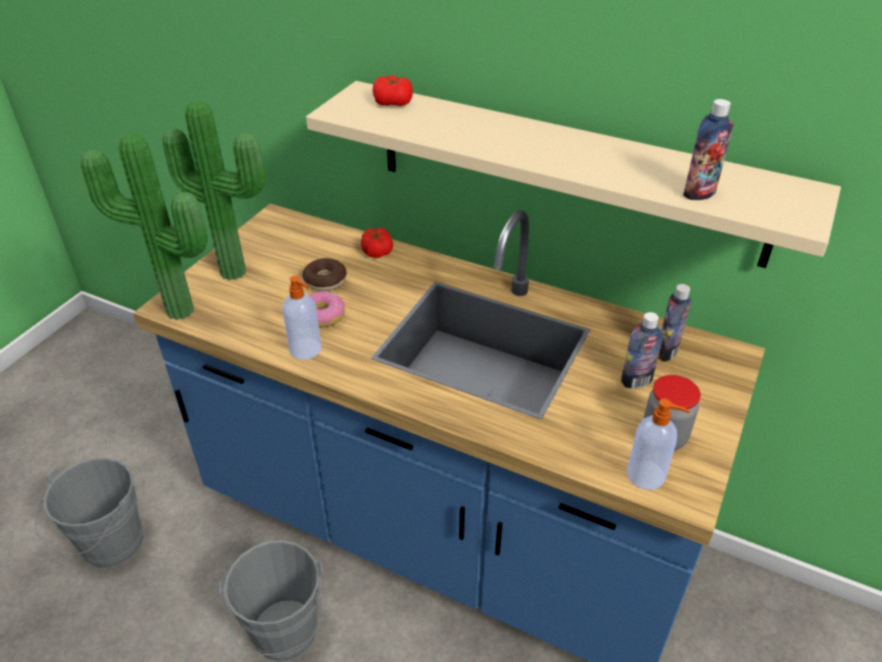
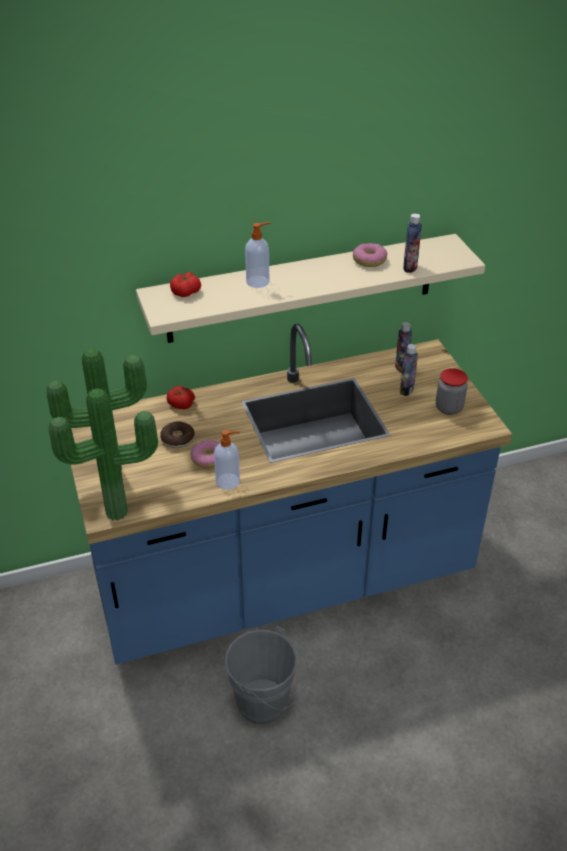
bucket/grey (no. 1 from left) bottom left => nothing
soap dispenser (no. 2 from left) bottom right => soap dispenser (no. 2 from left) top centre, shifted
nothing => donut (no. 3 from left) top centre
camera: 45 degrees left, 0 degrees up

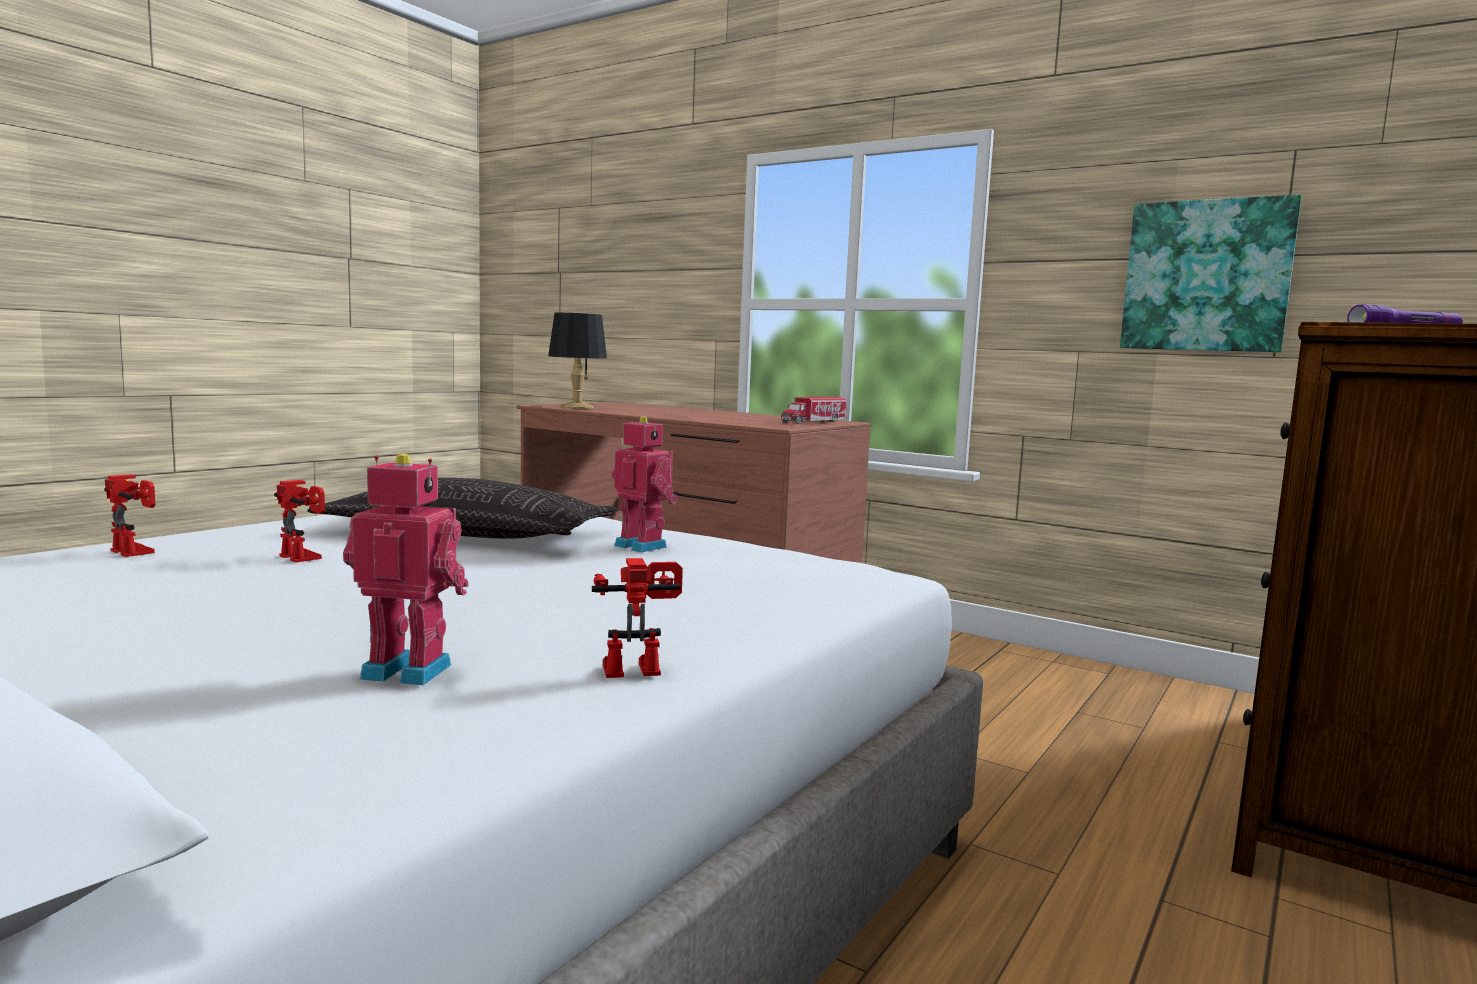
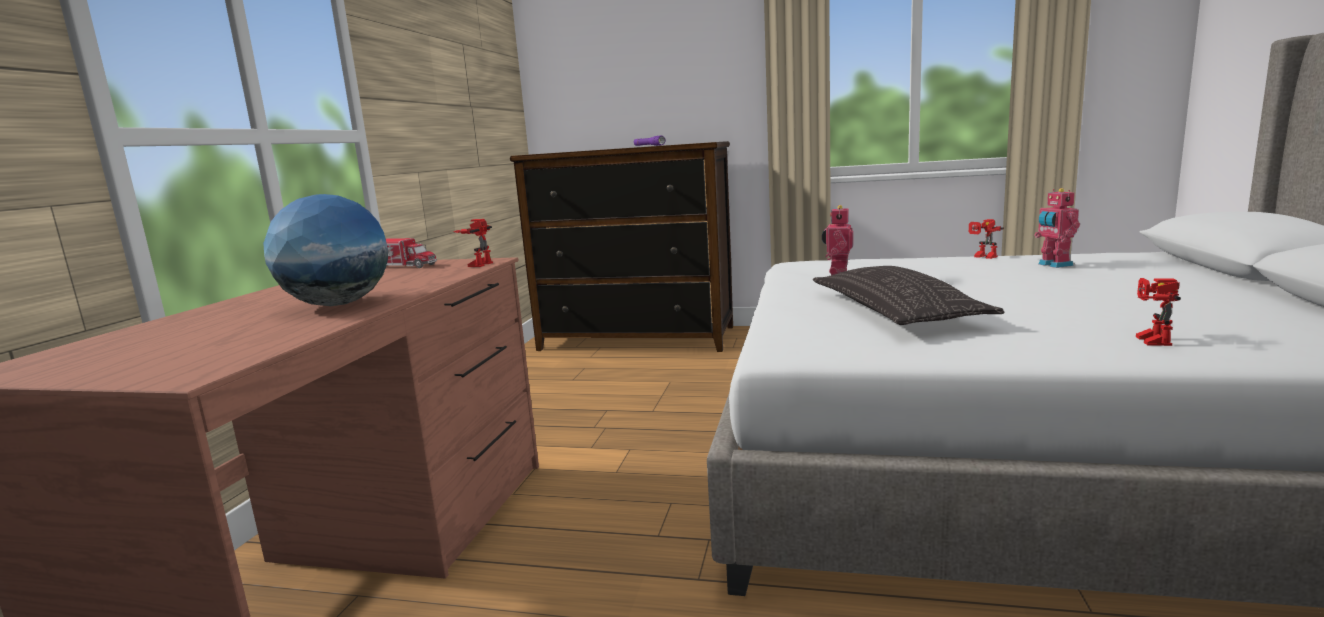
toy robot (no. 2 from left in the first image) middle left => toy robot (no. 1 from left) centre, shifted
table lamp/black centre => nothing
picture top right => nothing
nothing => globe middle left
camera: 110 degrees left, 5 degrees up

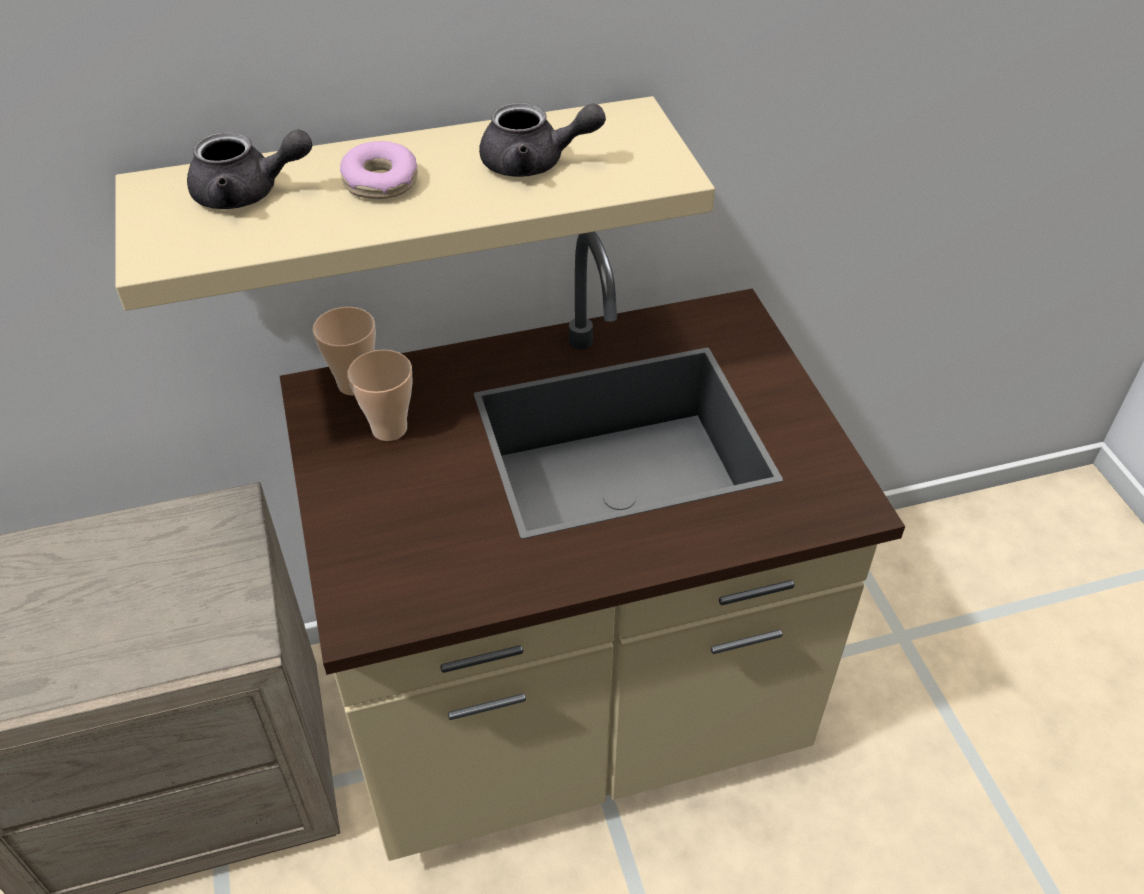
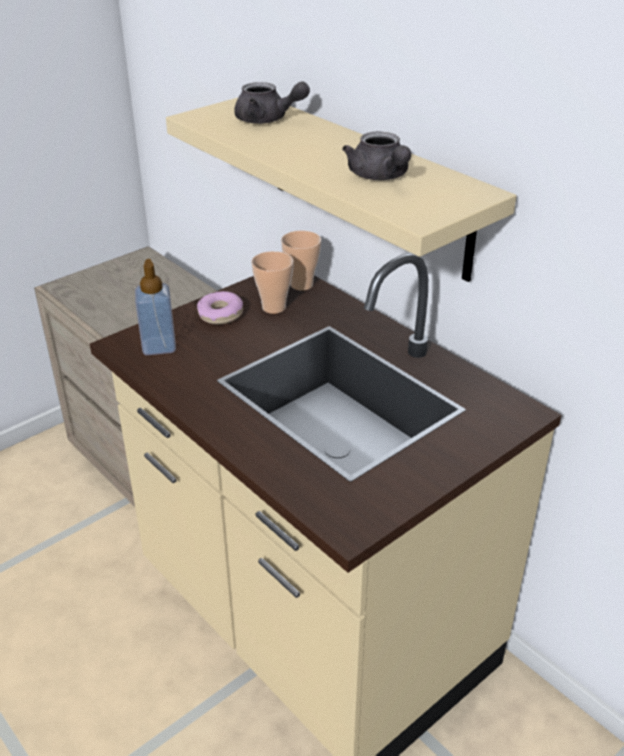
teapot/grey (no. 1 from left) top left => teapot/grey (no. 1 from left) top centre, 45 degrees counterclockwise
donut top left => donut centre, shifted
nothing => soap dispenser middle left
camera: 65 degrees right, 10 degrees down

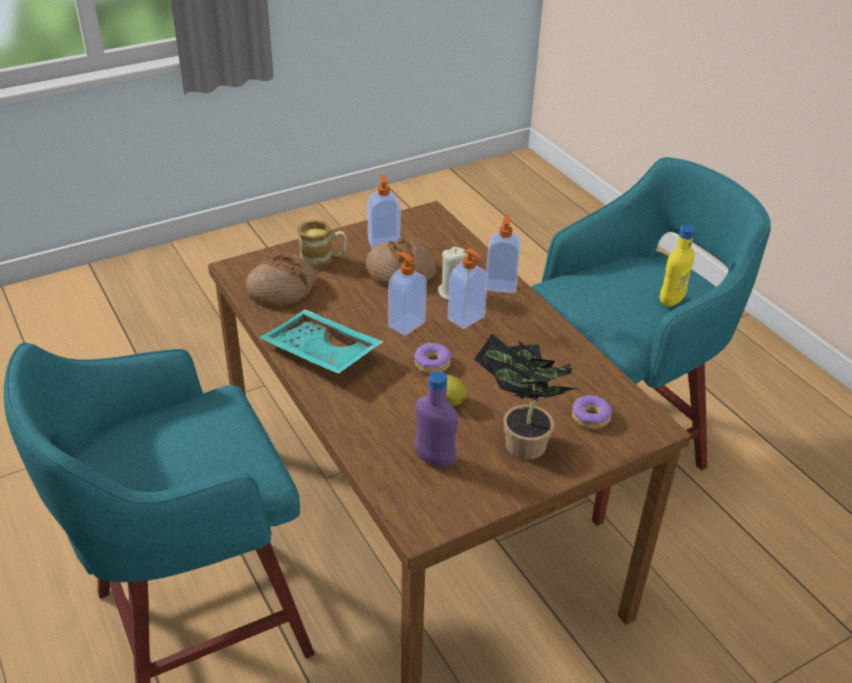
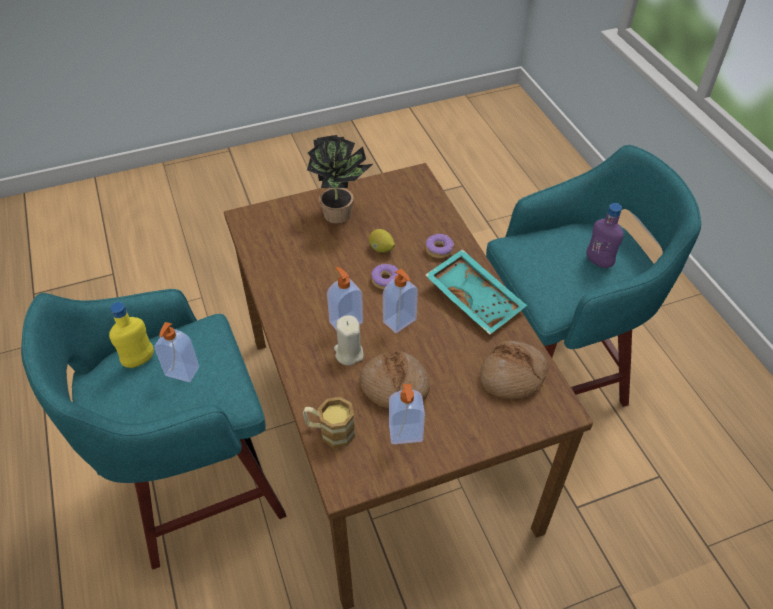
mug centre => mug bottom centre, shifted
bottle/purple centre => bottle/purple middle right, shifted
soap dispenser (no. 4 from left in the first image) centre => soap dispenser (no. 1 from left) middle left, shifted
donut (no. 2 from left) middle right => donut (no. 2 from left) centre, shifted
camera: 170 degrees left, 10 degrees up

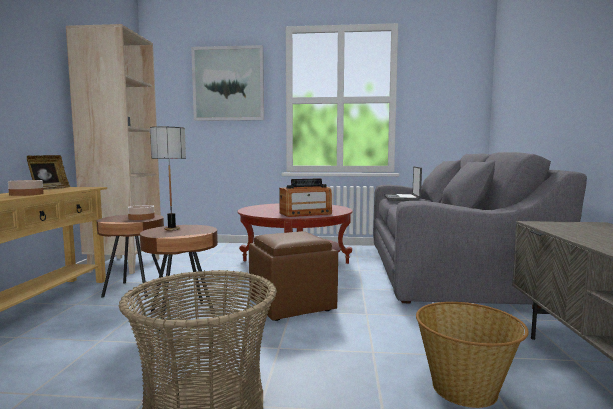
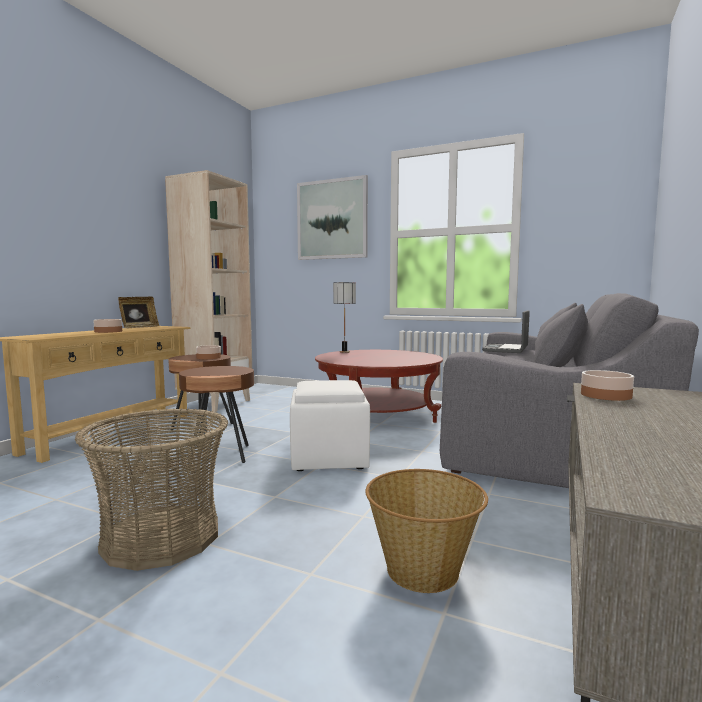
table lamp middle left => table lamp centre, shifted
ottoman/brown bottom centre => ottoman/white centre
radio centre => nothing
nothing => bowl (no. 3 from left) middle right
camera: 20 degrees right, 0 degrees up

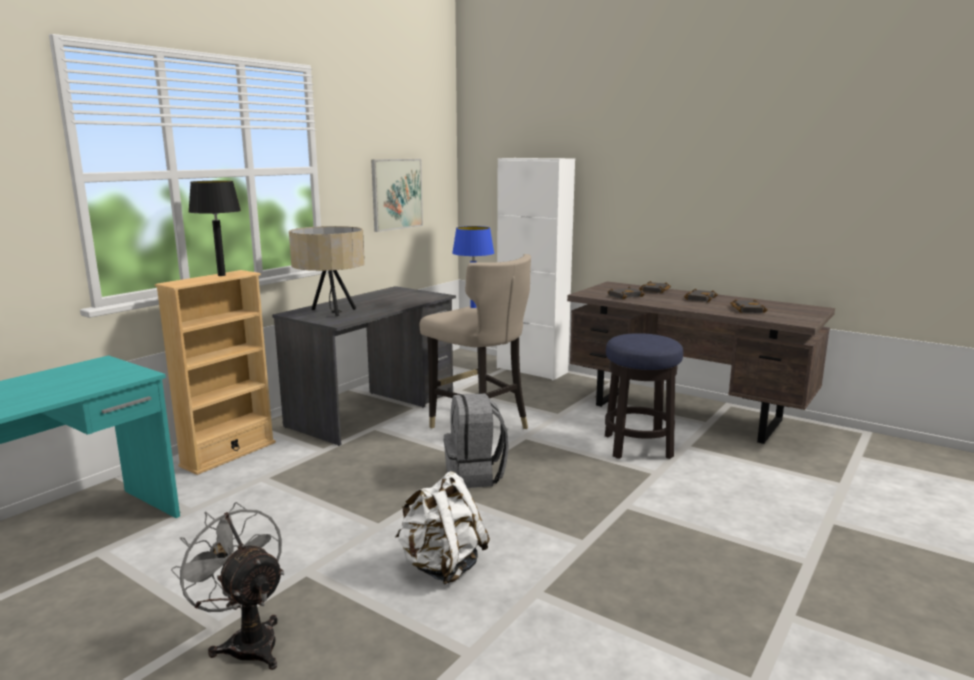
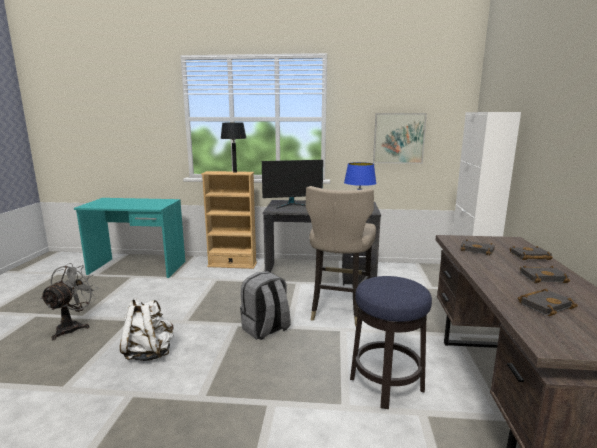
table lamp/beige centre => monitor centre
camera: 60 degrees right, 0 degrees up

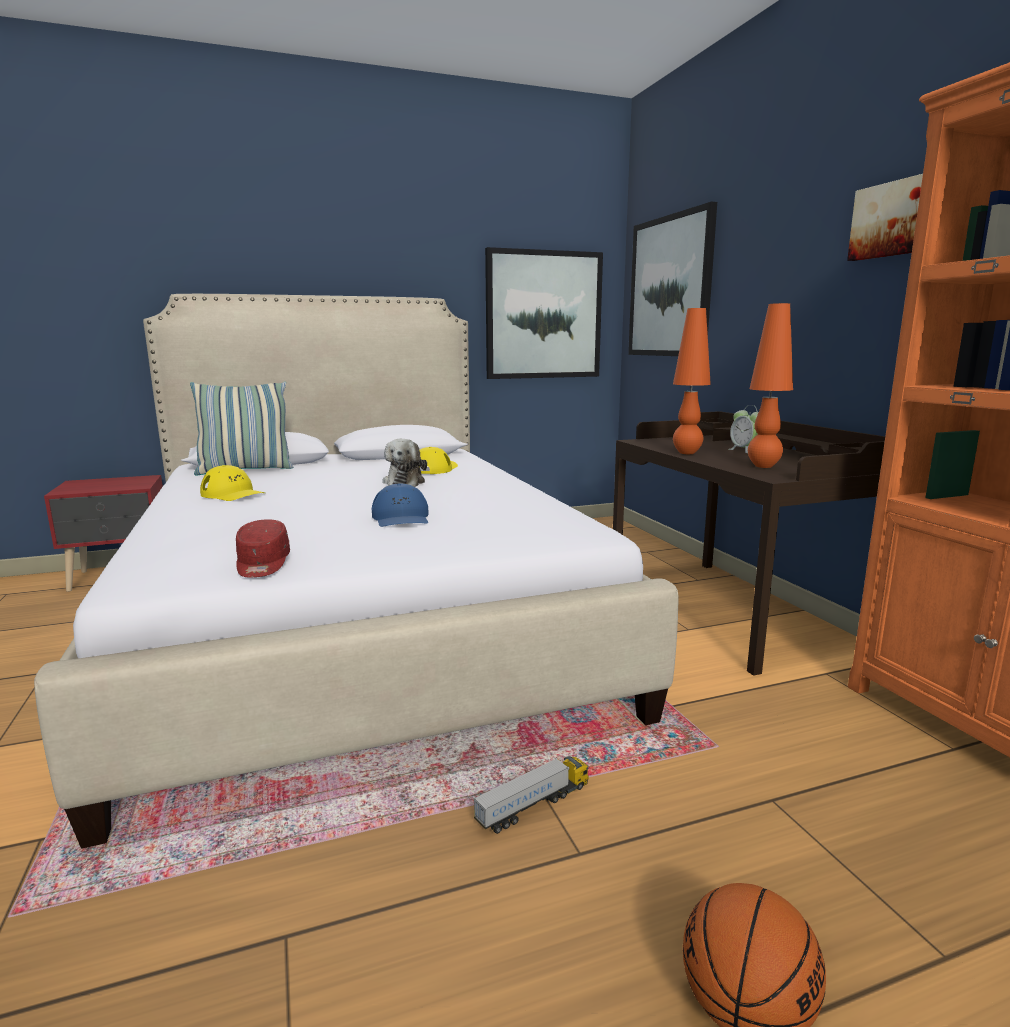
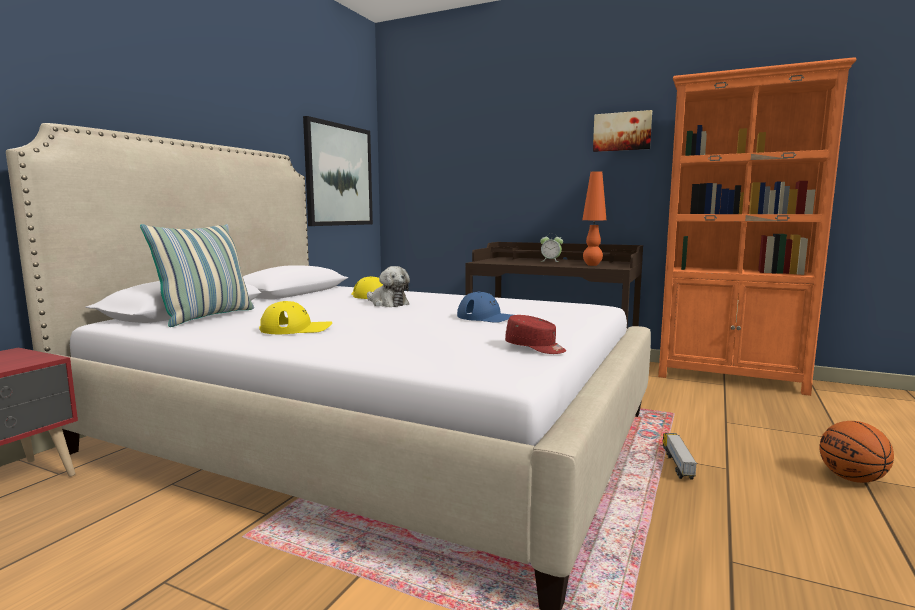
picture (no. 2 from left) top centre => nothing
table lamp/orange (no. 1 from left) middle right => nothing
camera: 45 degrees left, 5 degrees down

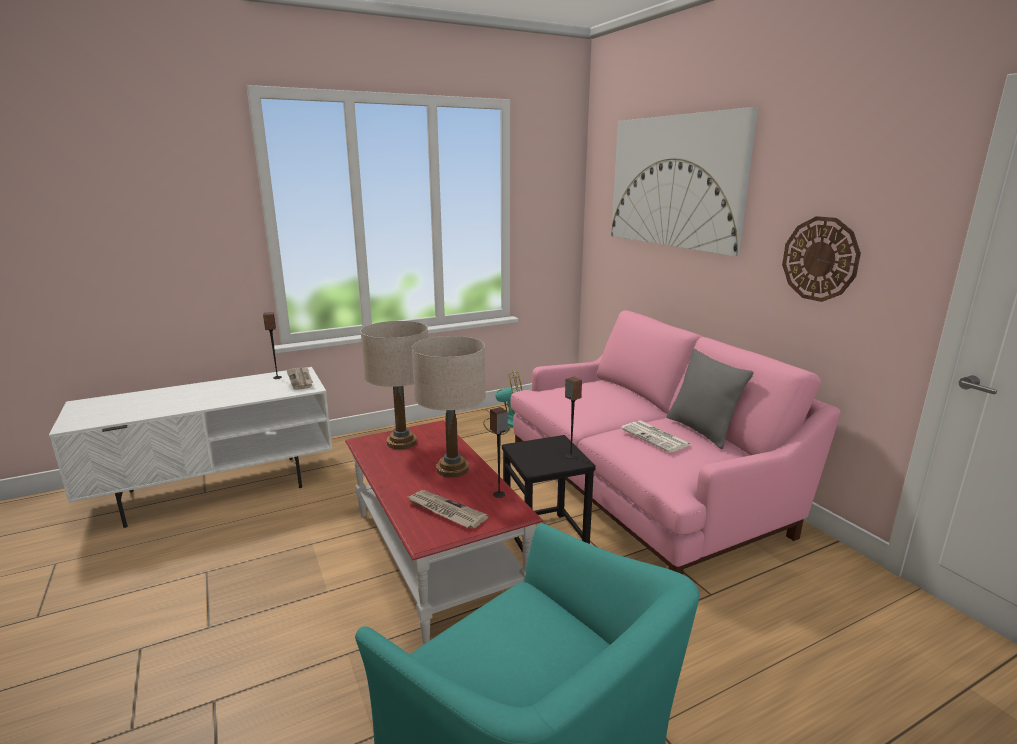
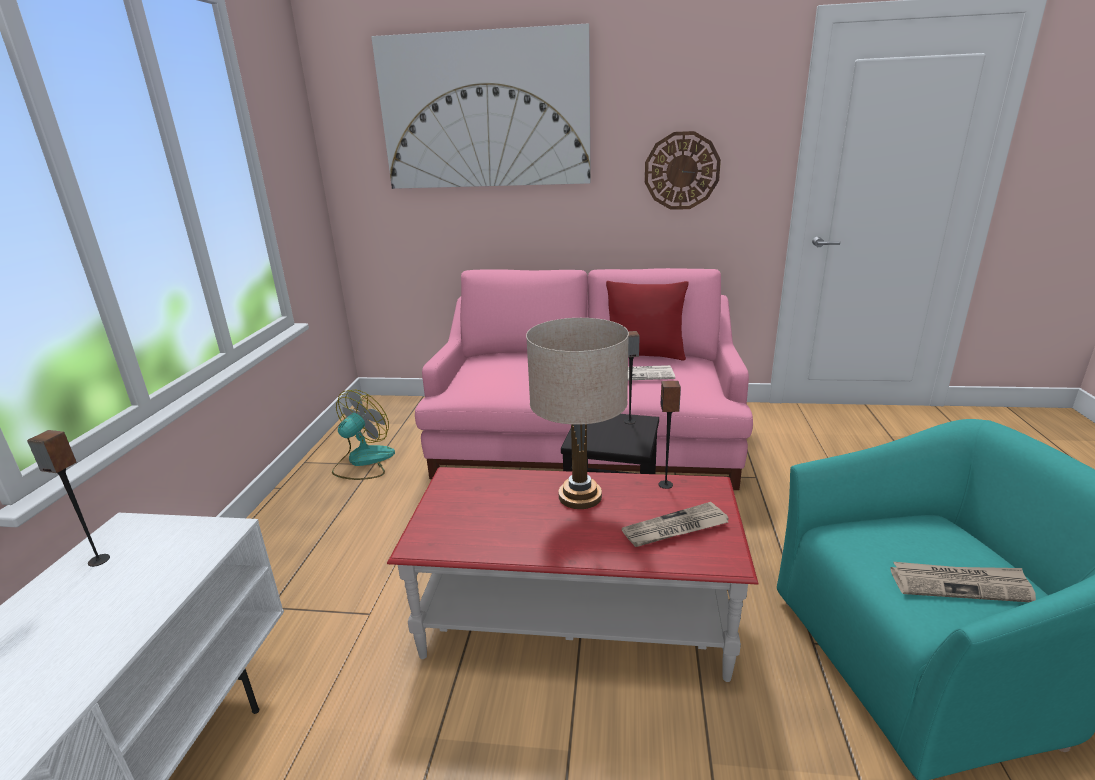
newspaper (no. 1 from left in the first image) middle left => newspaper (no. 3 from left) bottom right, shifted
table lamp/beige (no. 1 from left) centre => nothing
pillow/grey middle right => pillow/red centre
camera: 55 degrees left, 5 degrees up

